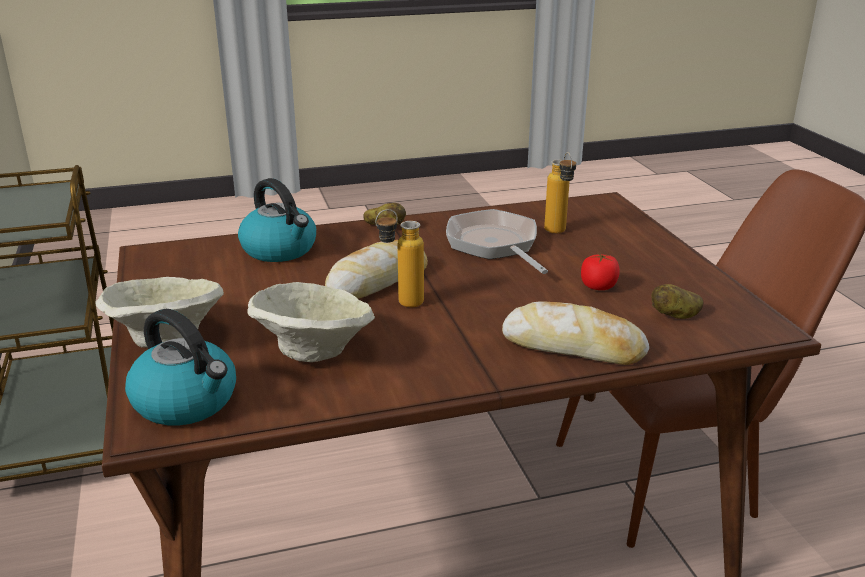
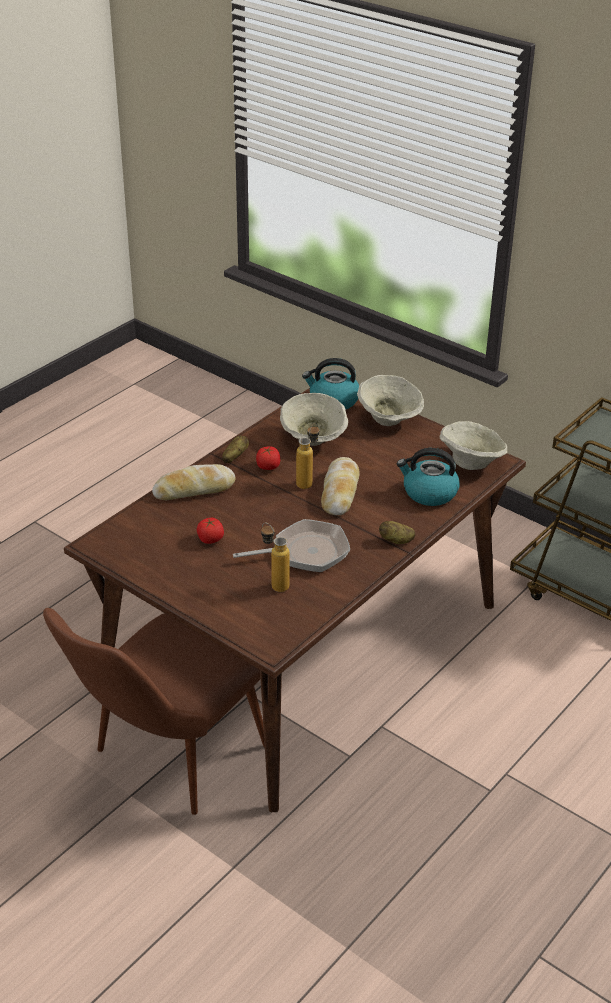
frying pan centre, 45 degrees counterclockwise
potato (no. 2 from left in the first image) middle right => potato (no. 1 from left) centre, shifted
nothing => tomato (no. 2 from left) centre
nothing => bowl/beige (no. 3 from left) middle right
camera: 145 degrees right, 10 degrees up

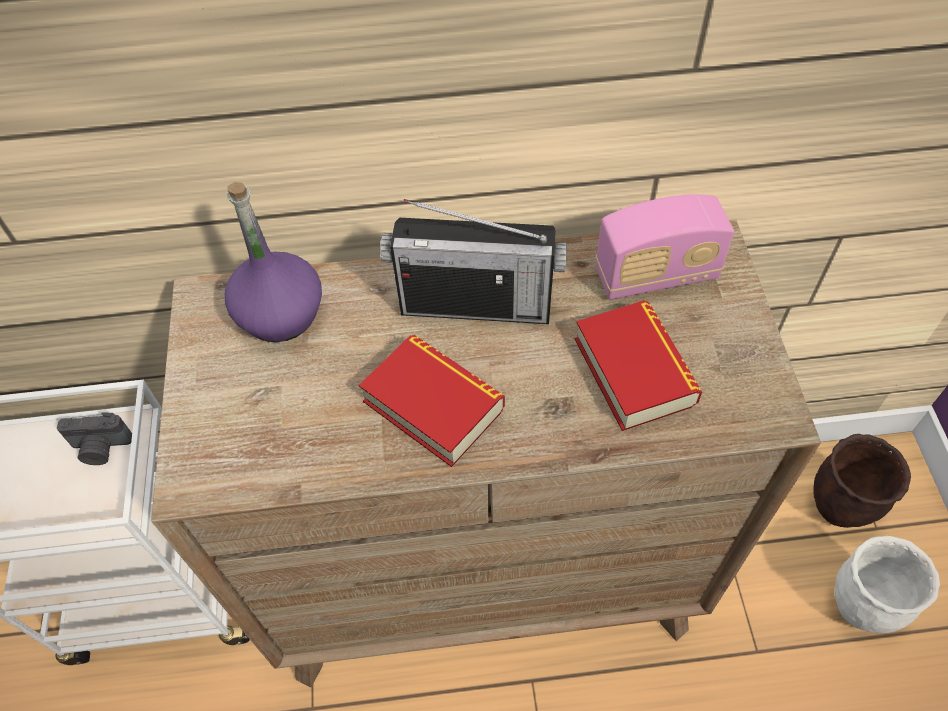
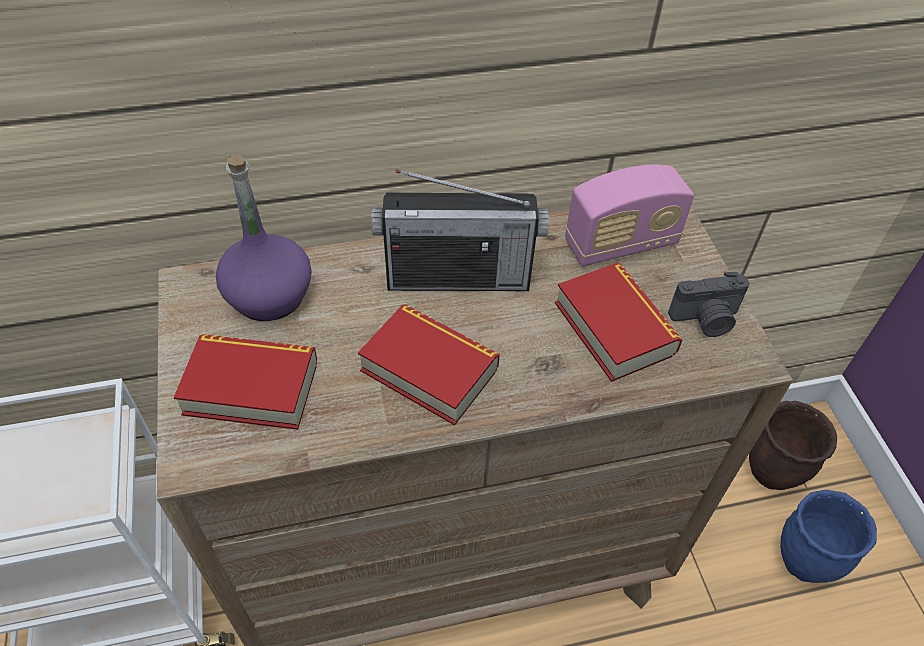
photo camera middle left => photo camera middle right, shifted
planter/white bottom right => planter/blue bottom right
nothing => book (no. 1 from left) middle left
camera: 10 degrees left, 5 degrees down

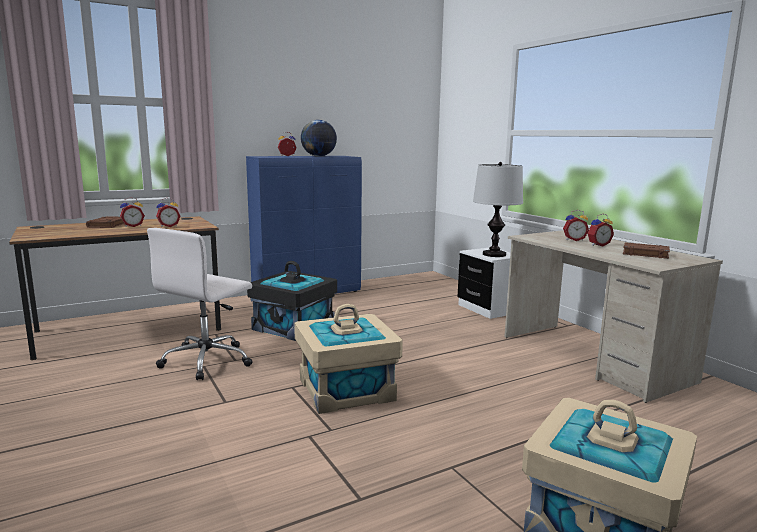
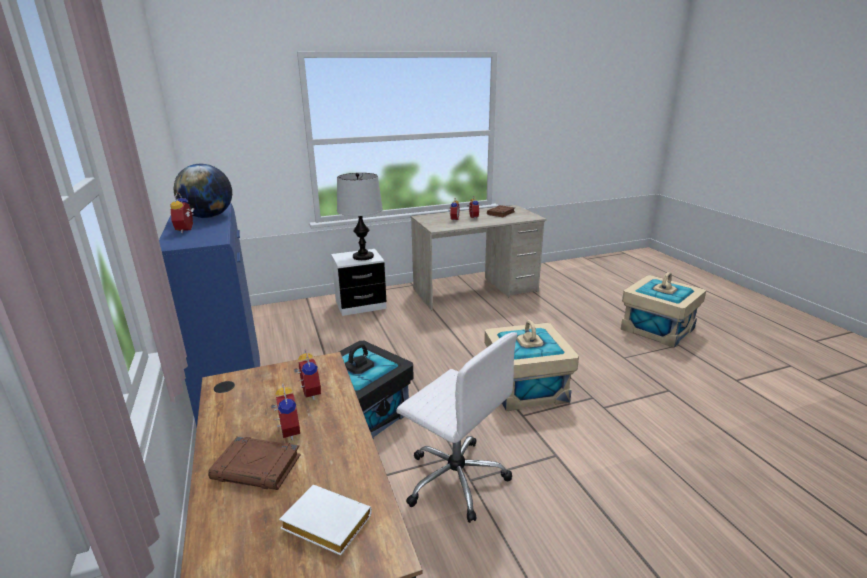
nothing => book/white bottom centre
camera: 80 degrees left, 10 degrees up

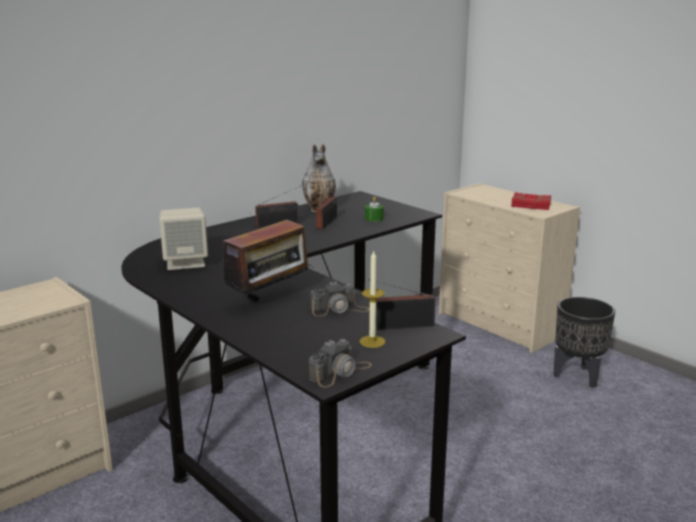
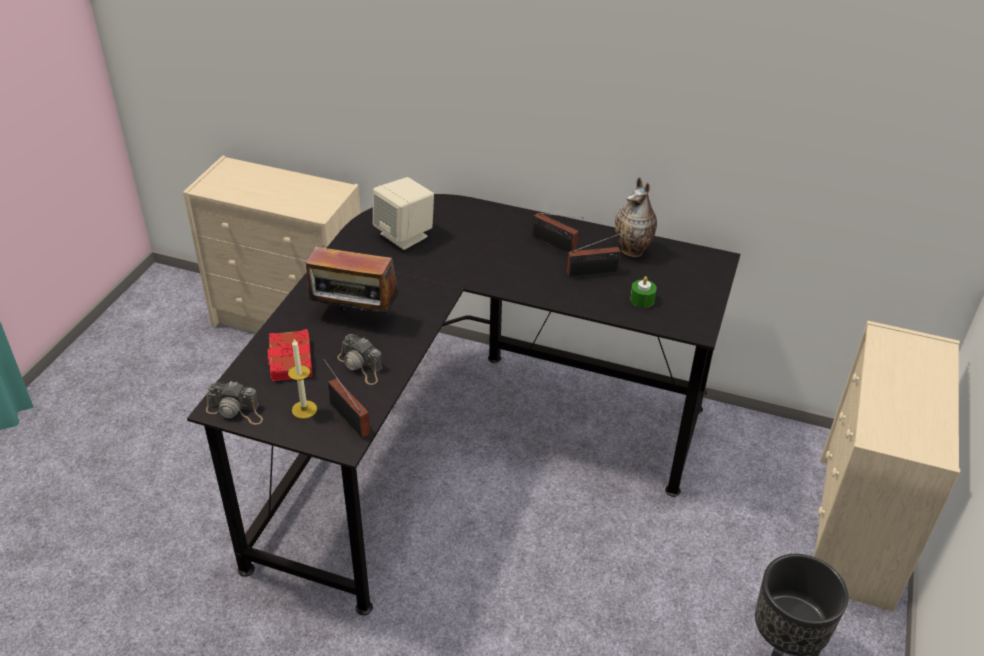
book/red middle right => book/red middle left, shifted
camera: 60 degrees right, 20 degrees up

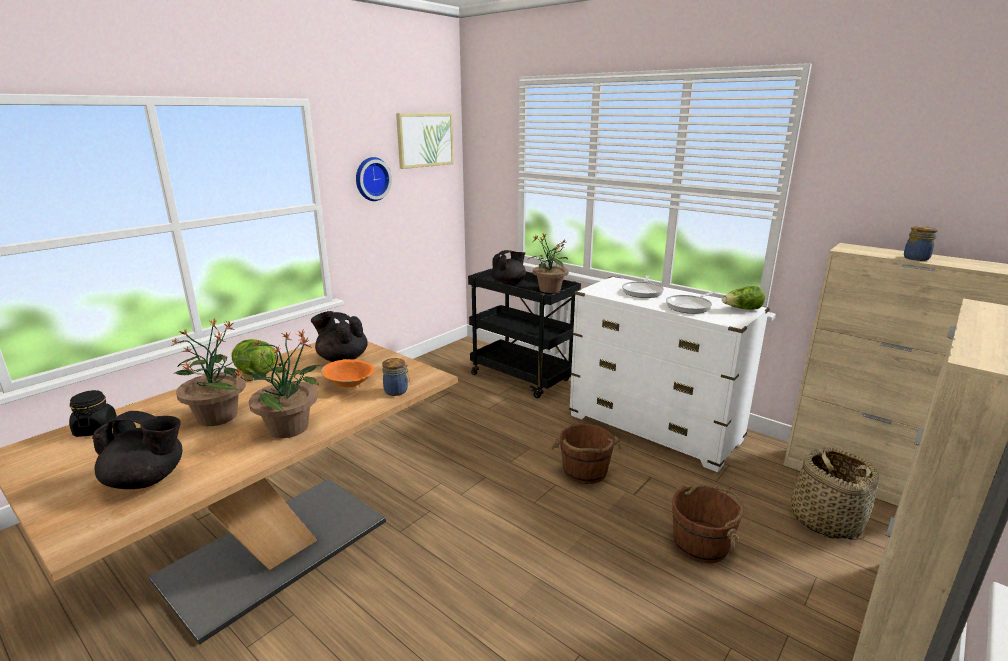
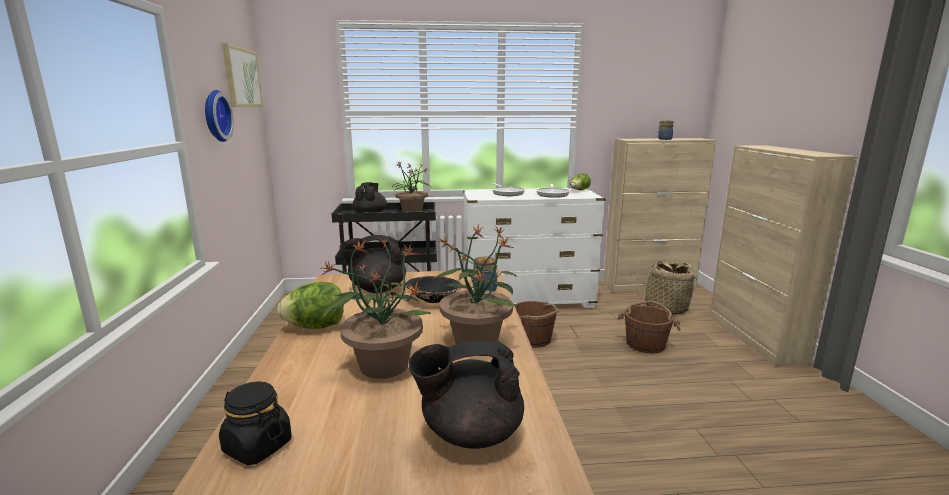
teapot/black (no. 1 from left in the first image) bottom left => teapot/black (no. 3 from left) bottom centre, 150 degrees counterclockwise
bowl/orange centre => bowl/black centre
camera: 45 degrees left, 5 degrees down

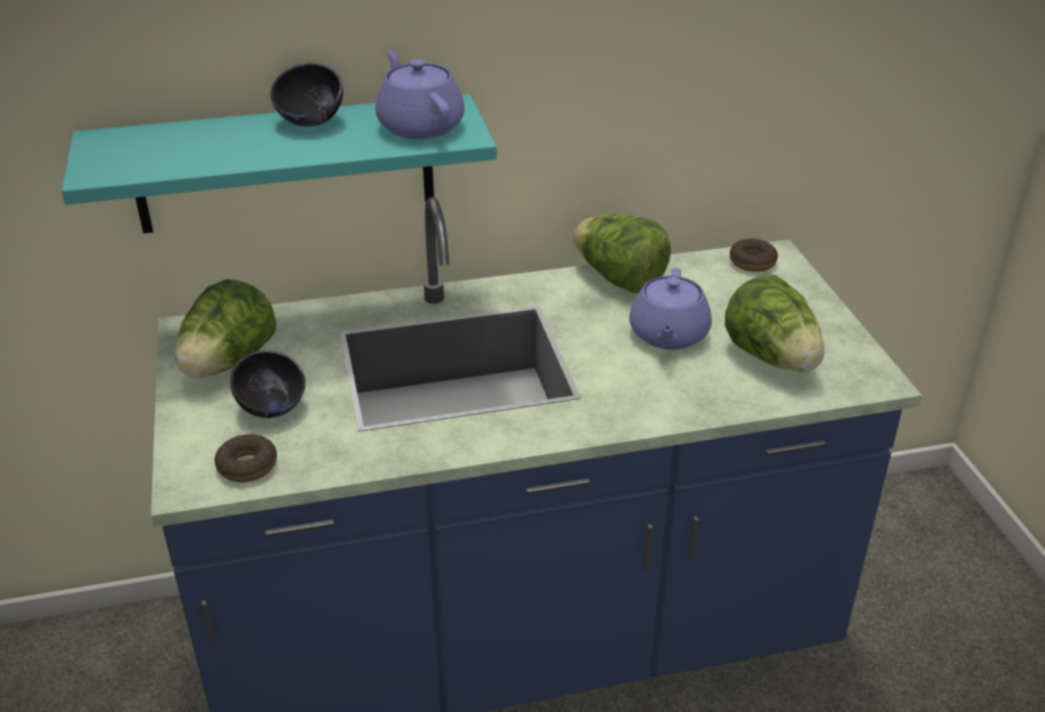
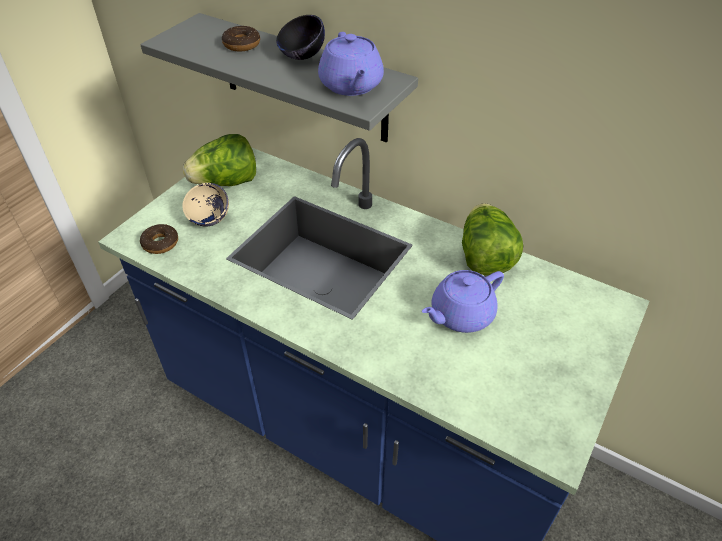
shelf/turquoise top left => shelf/grey top centre
bowl/black (no. 1 from left) middle left => bowl/beige middle left
teapot/purple (no. 1 from left) top centre, 150 degrees clockwise
lettuce (no. 3 from left) middle right => nothing
donut (no. 2 from left) middle right => donut (no. 2 from left) top centre, shifted
camera: 45 degrees right, 10 degrees up

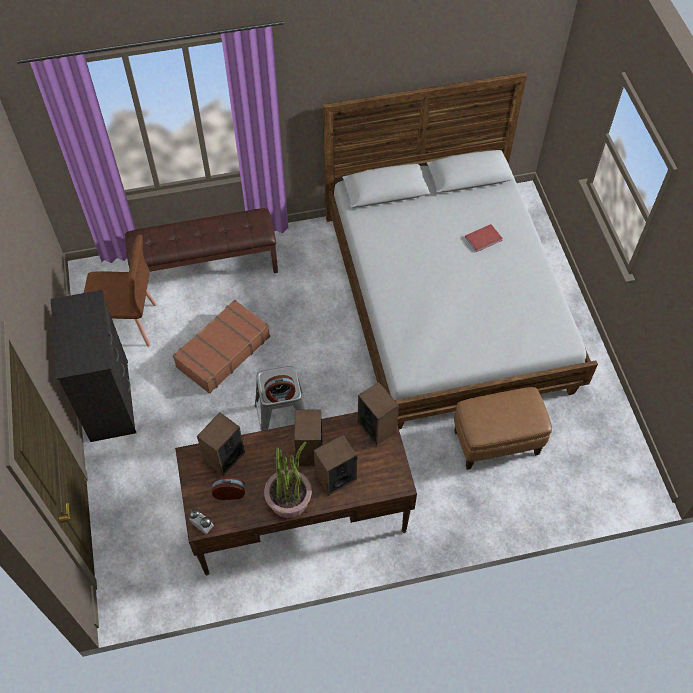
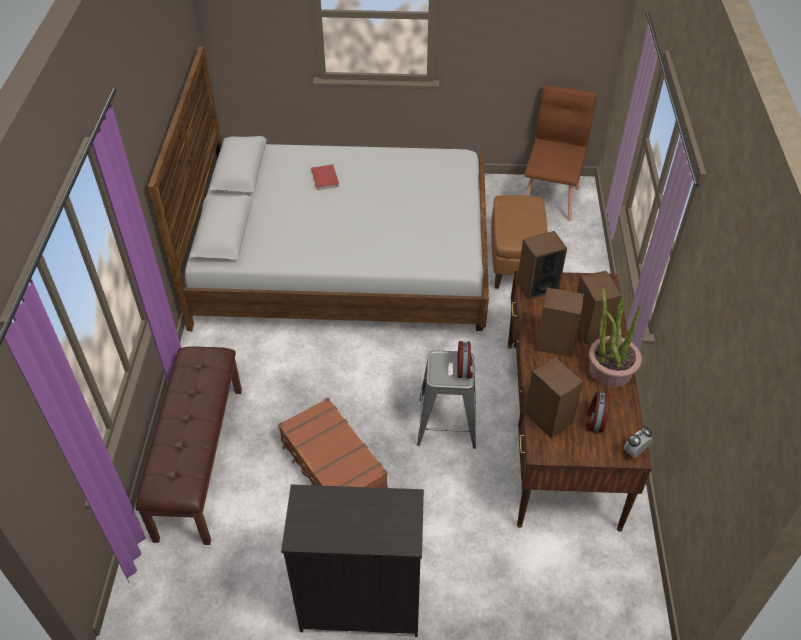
chair/brown middle left => chair/brown top right, shifted
camera: 75 degrees left, 10 degrees down

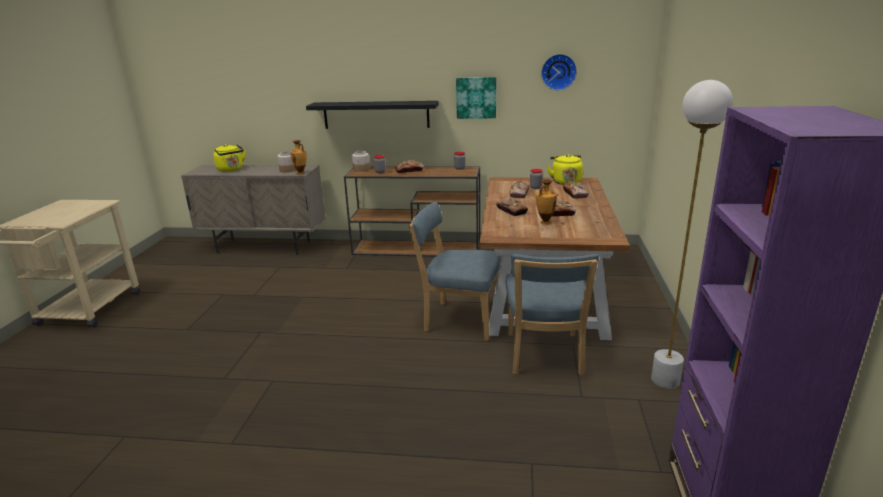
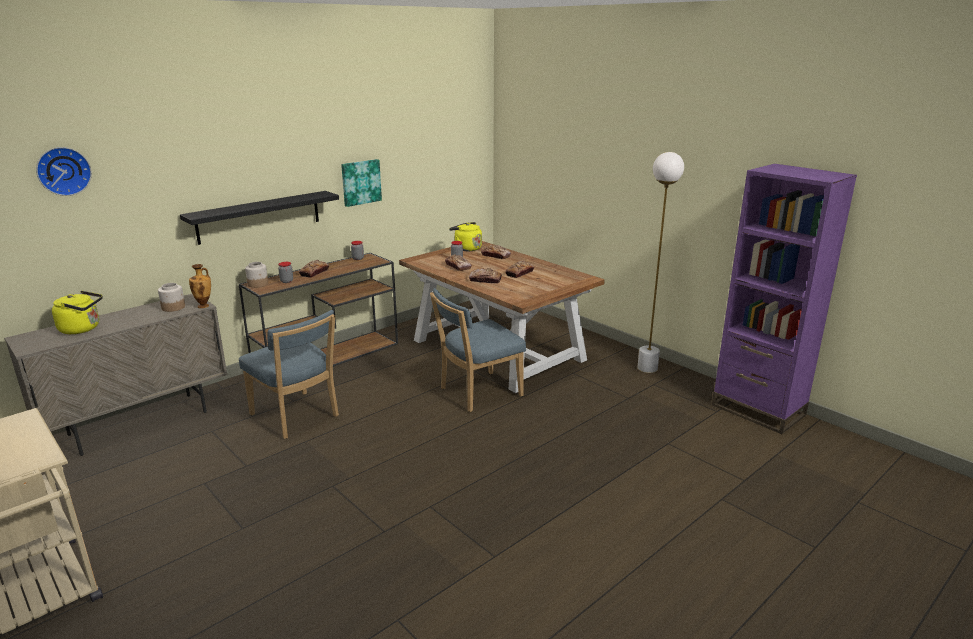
chair/blue (no. 2 from left in the first image) centre => chair/blue (no. 1 from left) middle left, shifted
vase (no. 2 from left) centre => nothing
wall clock top centre => wall clock top left, shifted
camera: 50 degrees left, 0 degrees up

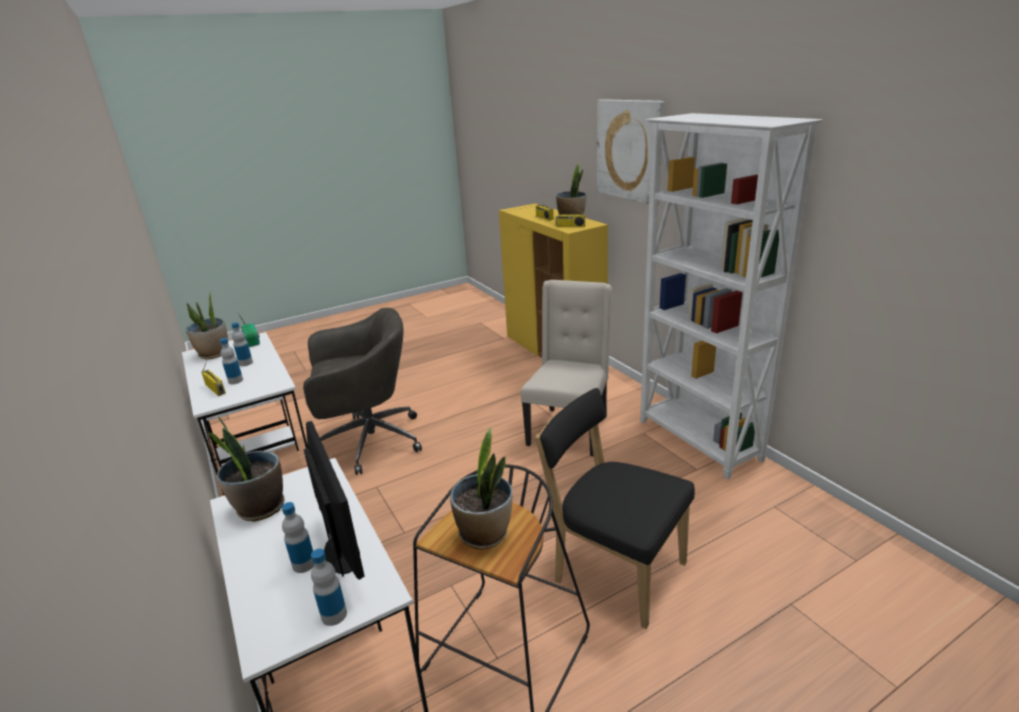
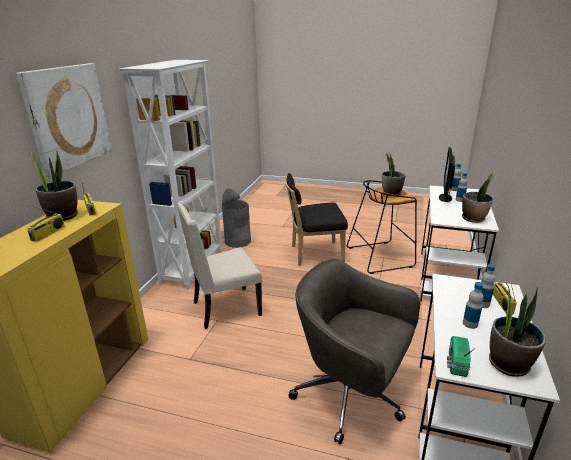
chair/black bottom centre => chair/black centre, 90 degrees clockwise
nothing => trash can/grey centre
camera: 135 degrees left, 0 degrees up

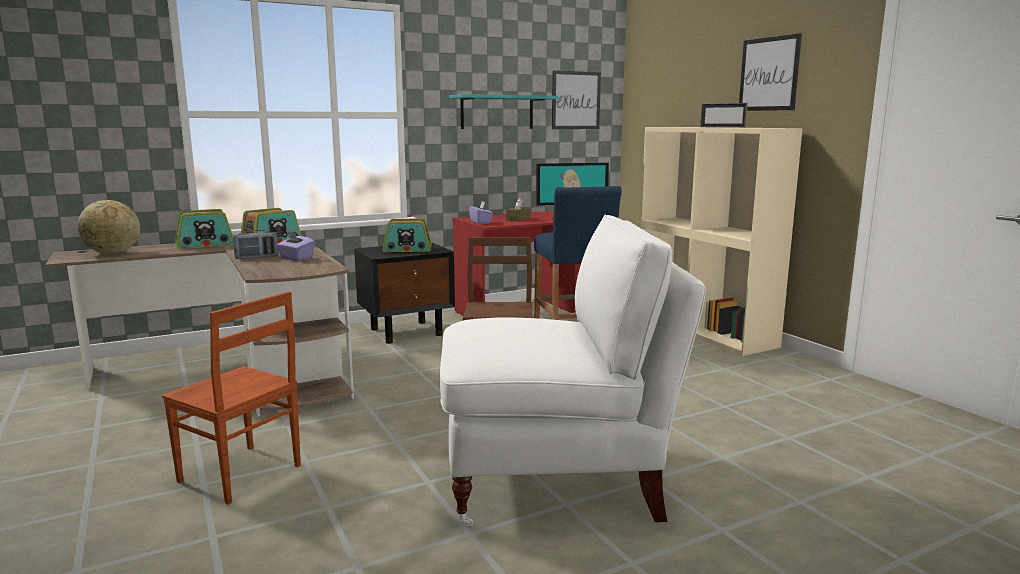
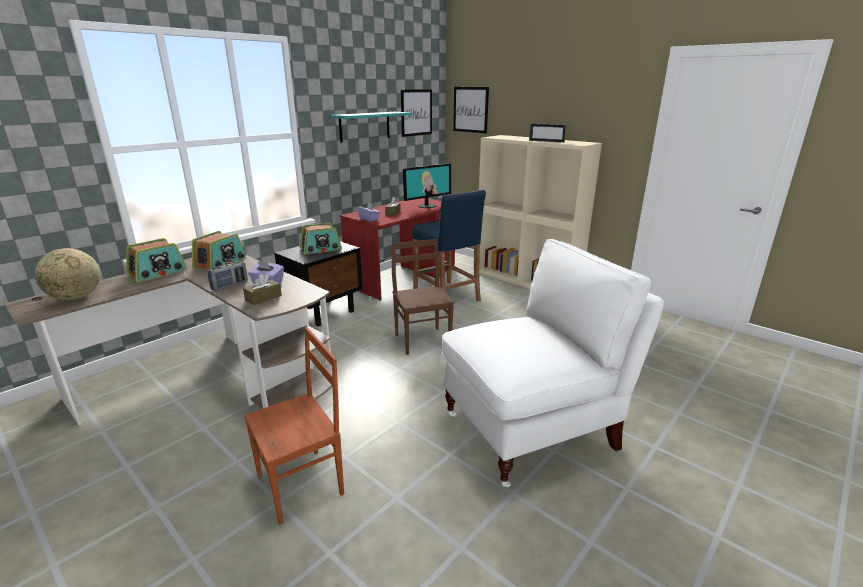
chair/brown (no. 1 from left) bottom left => chair/brown (no. 1 from left) bottom centre, 45 degrees counterclockwise
picture (no. 2 from left) top right => picture (no. 2 from left) top centre, shifted
nothing => tissue box/brown (no. 1 from left) middle left
camera: 20 degrees left, 10 degrees up

